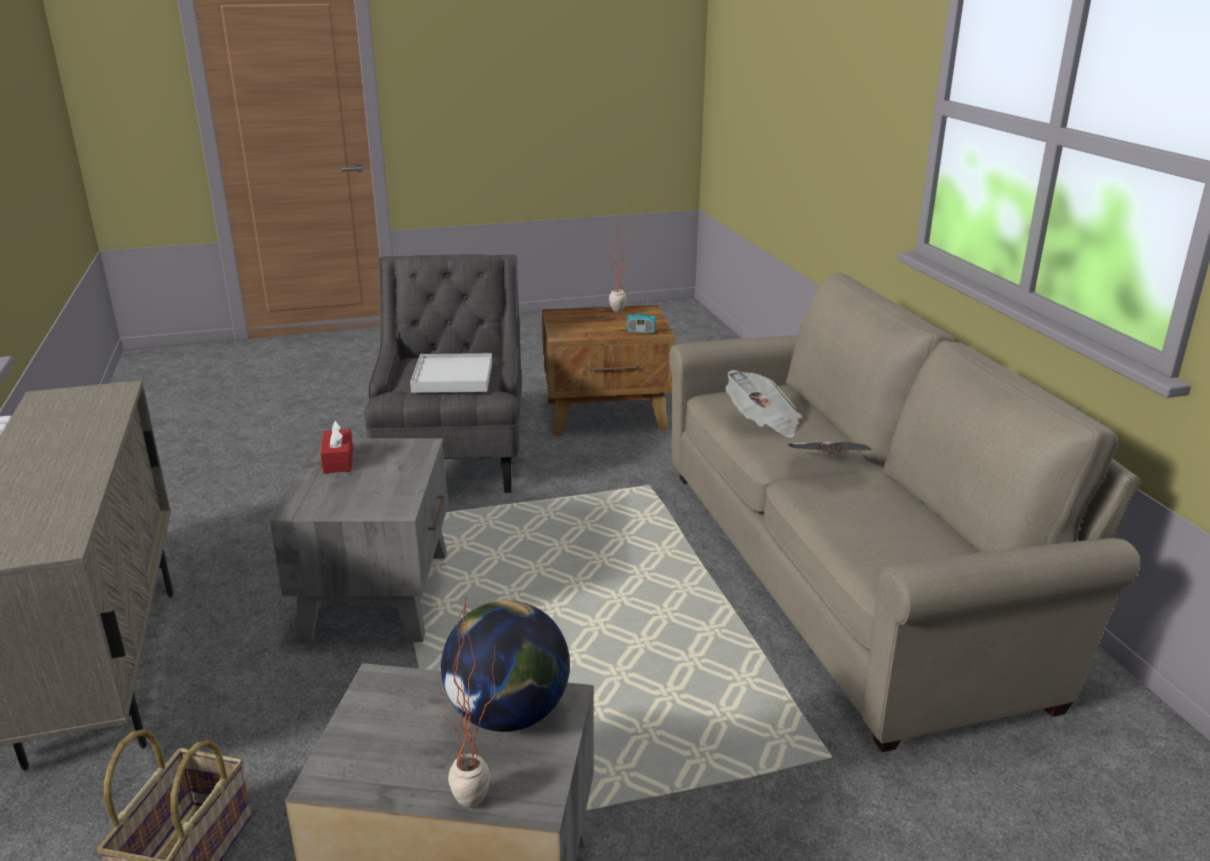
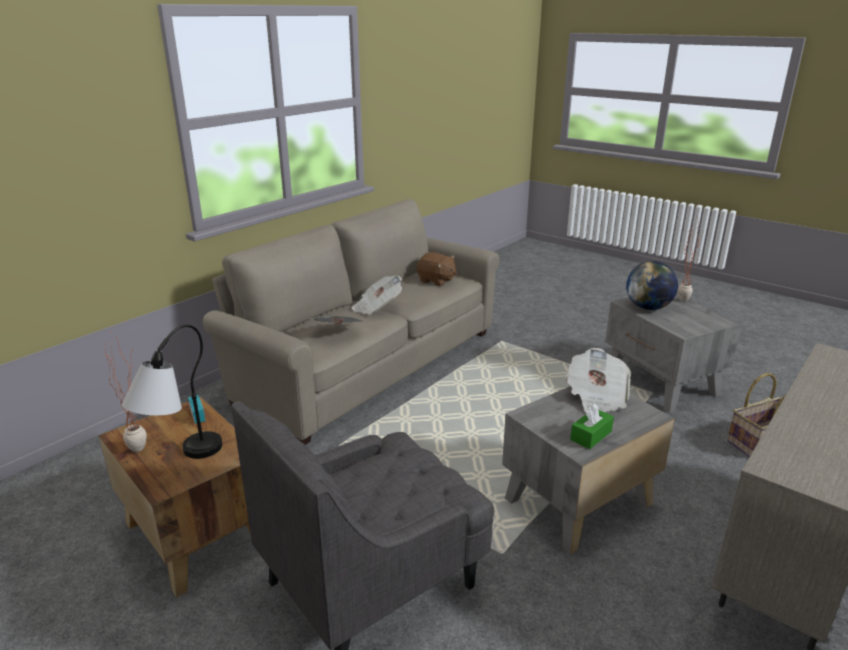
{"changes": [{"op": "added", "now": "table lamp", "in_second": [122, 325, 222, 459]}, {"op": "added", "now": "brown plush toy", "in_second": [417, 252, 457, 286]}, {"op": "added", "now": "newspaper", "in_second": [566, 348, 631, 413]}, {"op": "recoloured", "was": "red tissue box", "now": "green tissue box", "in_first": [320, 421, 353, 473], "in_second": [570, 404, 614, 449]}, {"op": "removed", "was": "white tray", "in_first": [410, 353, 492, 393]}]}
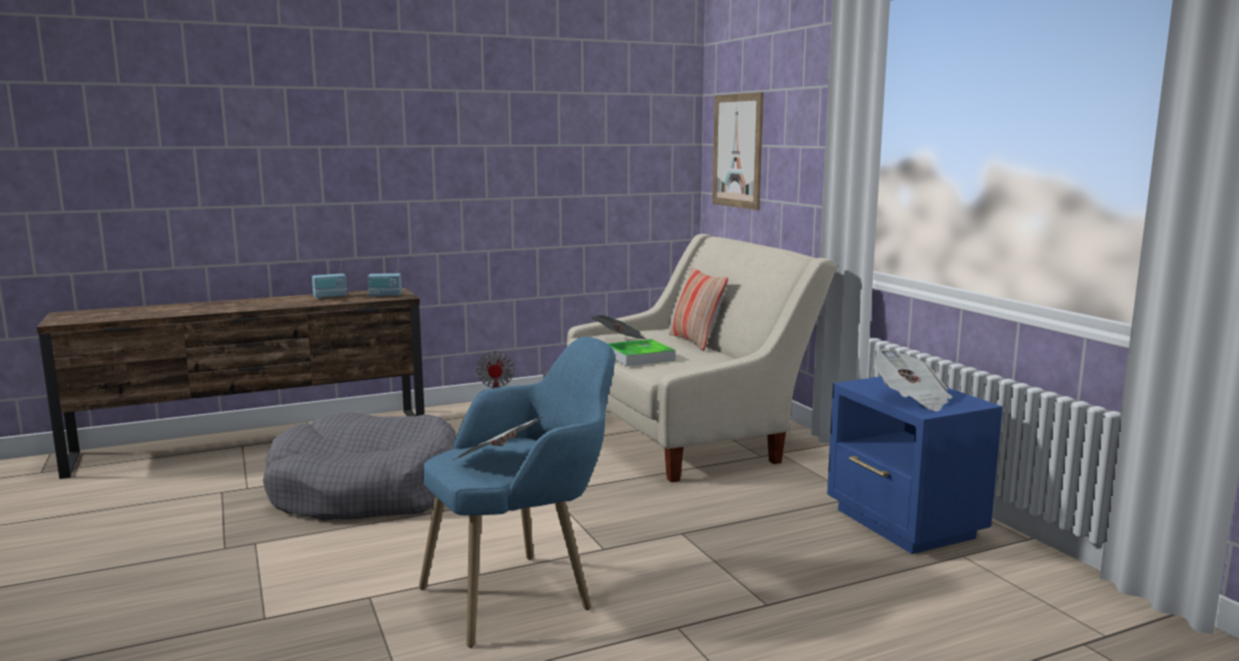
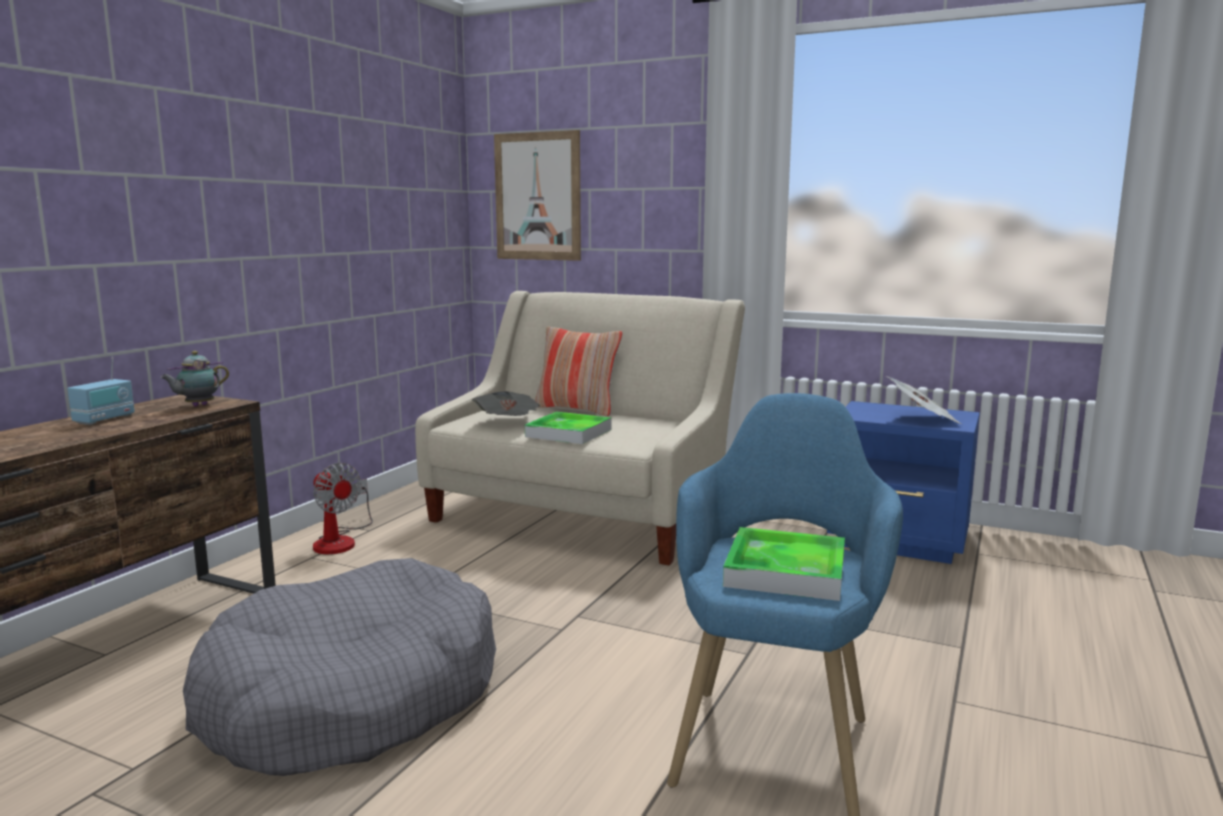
{"changes": [{"op": "replaced", "was": "radio", "now": "teapot", "in_first": [368, 260, 402, 297], "in_second": [160, 351, 229, 407]}, {"op": "replaced", "was": "newspaper", "now": "tray", "in_first": [453, 417, 543, 460], "in_second": [723, 527, 845, 601]}]}
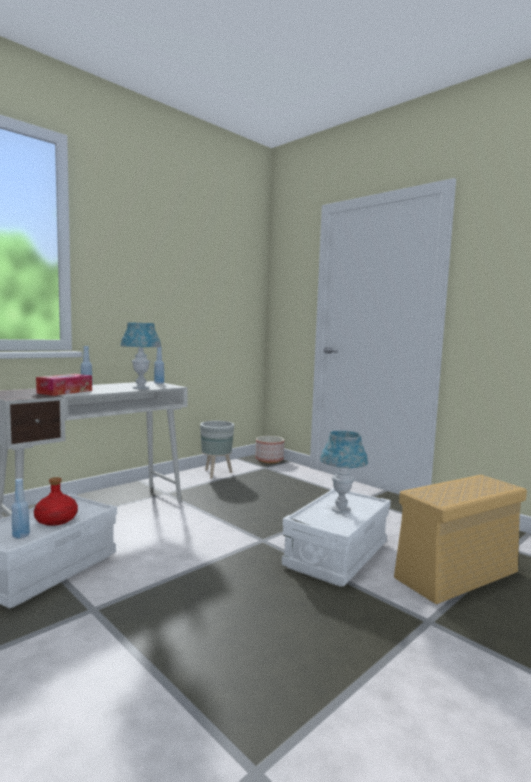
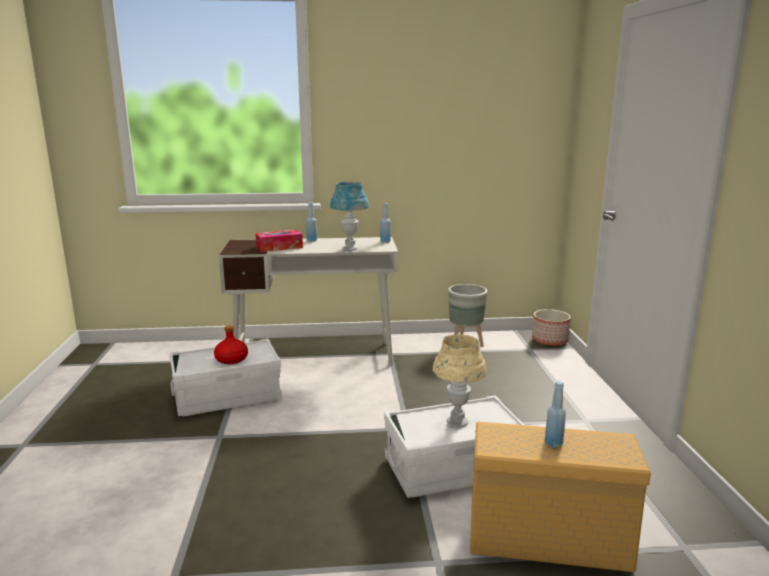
{"changes": [{"op": "recoloured", "was": "blue table lamp", "now": "beige table lamp", "in_first": [320, 431, 368, 514], "in_second": [433, 334, 487, 428]}, {"op": "moved", "was": "blue bottle", "in_first": [11, 479, 30, 539], "in_second": [545, 381, 566, 448]}]}
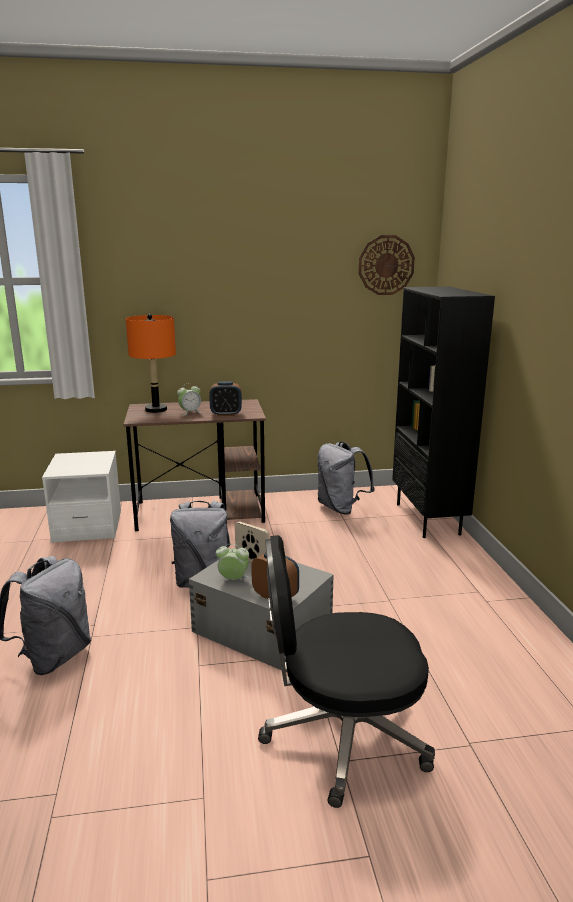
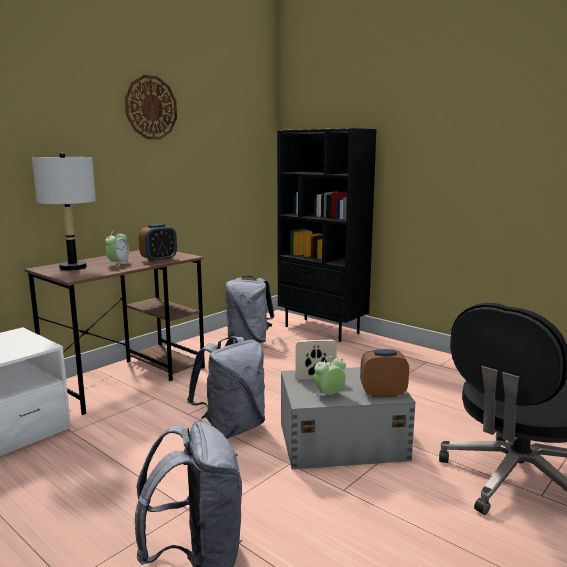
{"changes": [{"op": "recoloured", "was": "orange table lamp", "now": "grey table lamp", "in_first": [126, 314, 176, 413], "in_second": [32, 153, 96, 270]}, {"op": "moved", "was": "wall clock", "in_first": [359, 235, 415, 295], "in_second": [125, 75, 177, 139]}]}
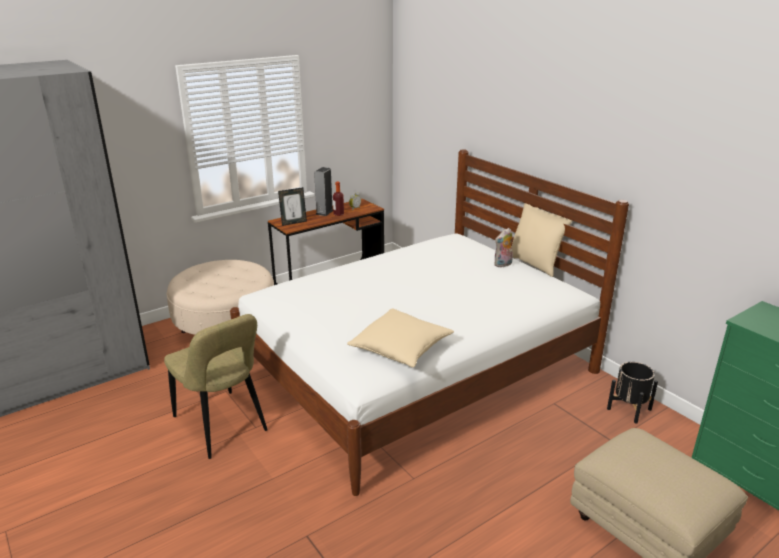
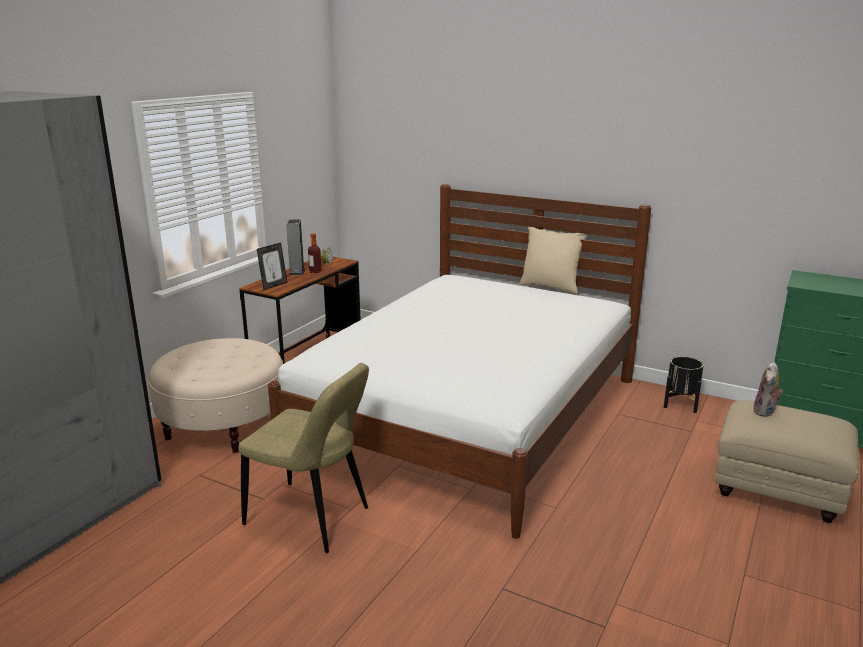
{"changes": [{"op": "moved", "was": "plush toy", "in_first": [494, 228, 513, 267], "in_second": [753, 362, 783, 417]}, {"op": "removed", "was": "beige pillow", "in_first": [347, 308, 454, 368]}]}
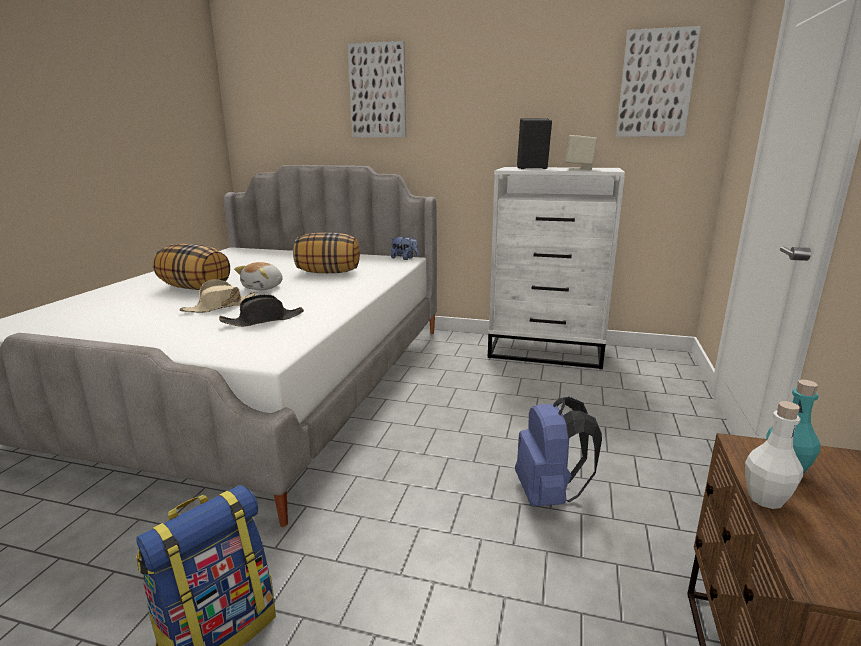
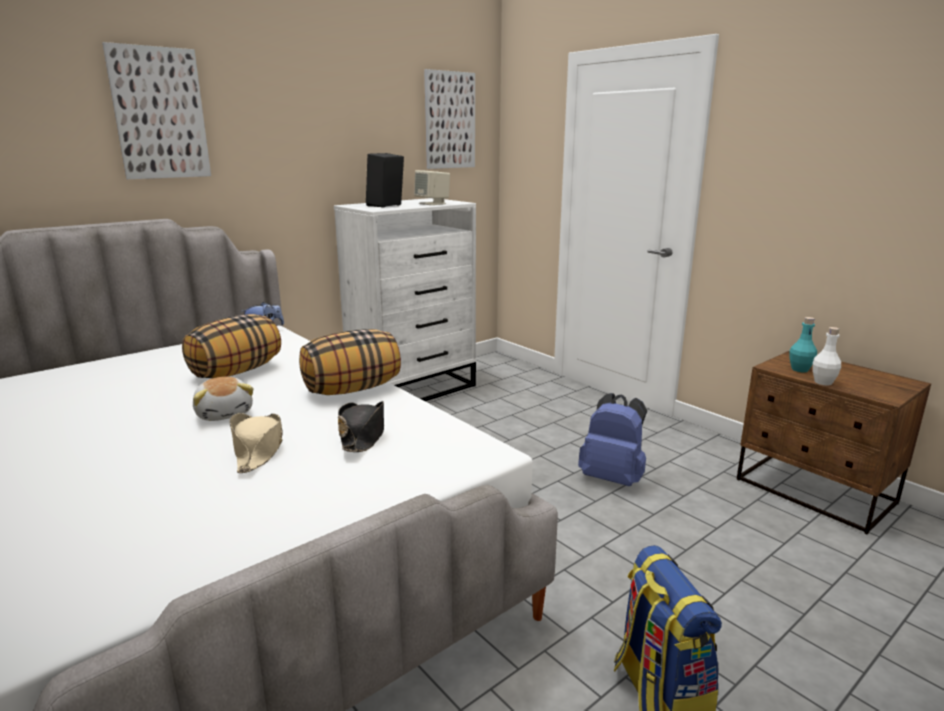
{"changes": [{"op": "moved", "was": "pillow", "in_first": [153, 243, 230, 290], "in_second": [299, 329, 401, 395]}]}
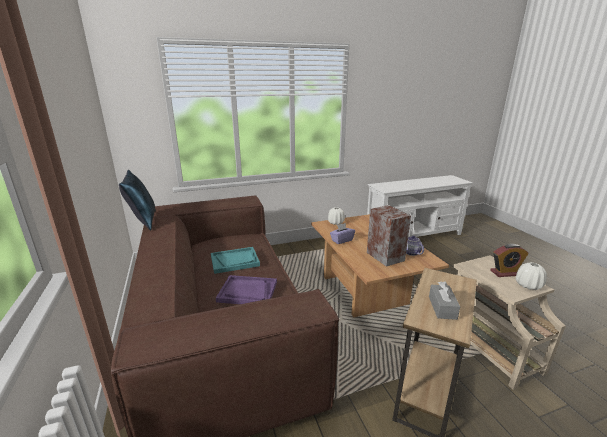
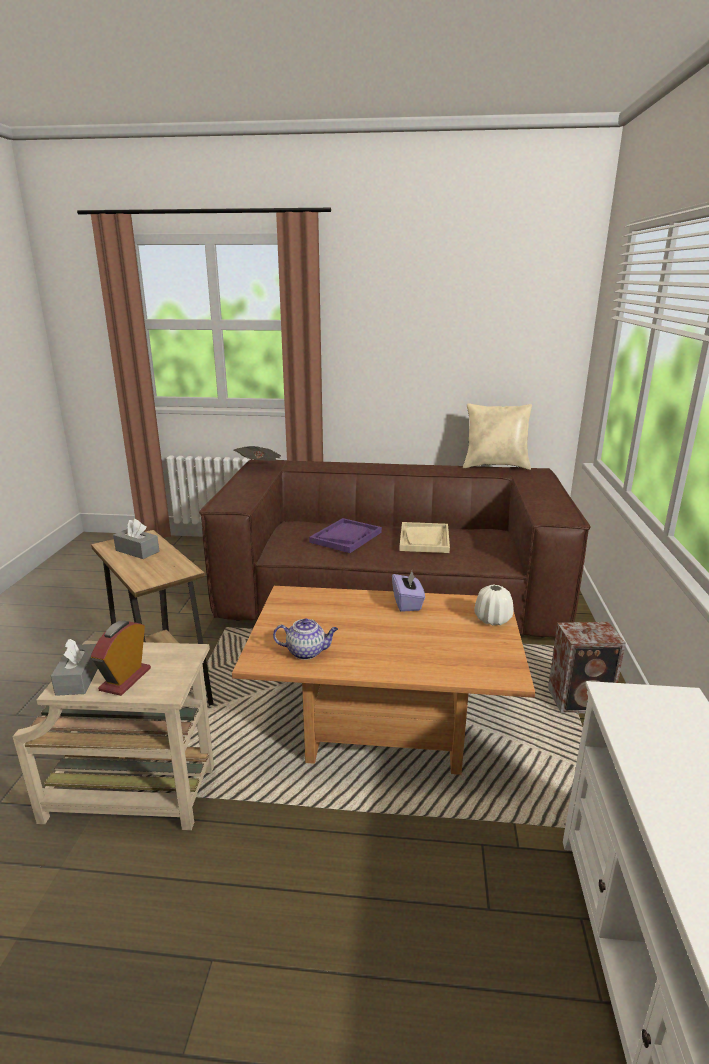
{"changes": [{"op": "replaced", "was": "white vase", "now": "grey tissue box", "in_first": [516, 262, 547, 290], "in_second": [51, 639, 98, 696]}, {"op": "added", "now": "newspaper", "in_second": [234, 446, 281, 461]}, {"op": "recoloured", "was": "turquoise tray", "now": "beige tray", "in_first": [211, 247, 260, 274], "in_second": [399, 522, 450, 553]}, {"op": "recoloured", "was": "blue pillow", "now": "beige pillow", "in_first": [119, 170, 156, 231], "in_second": [463, 403, 532, 470]}, {"op": "moved", "was": "speaker", "in_first": [367, 205, 411, 267], "in_second": [548, 622, 626, 714]}]}
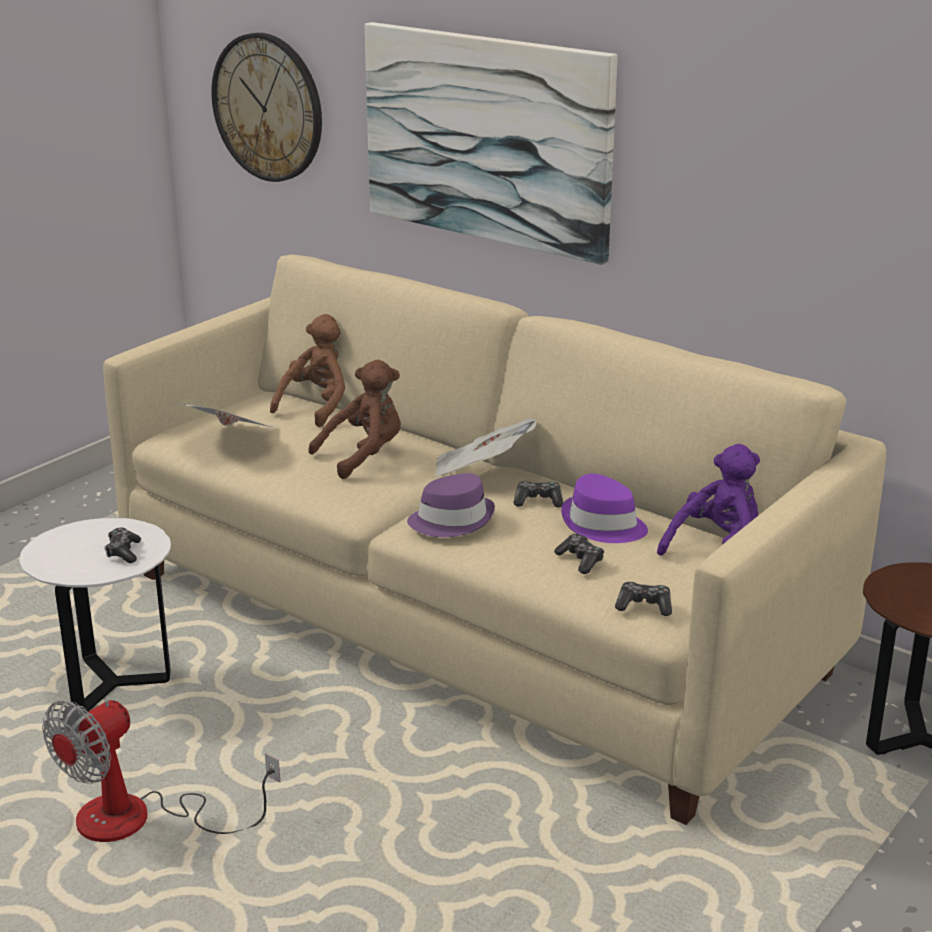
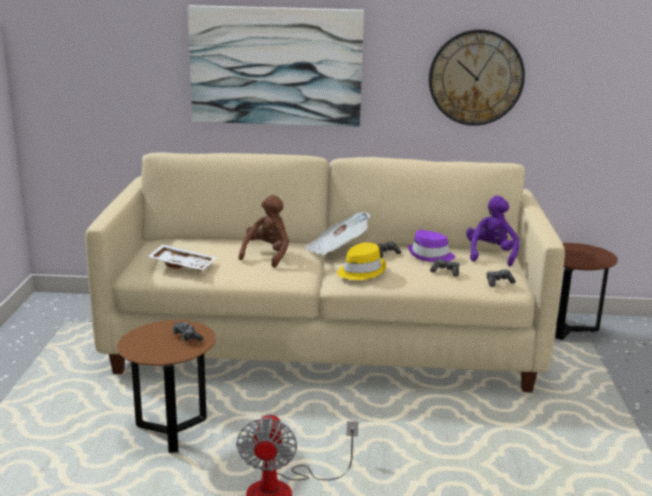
{"changes": [{"op": "recoloured", "was": "white side table", "now": "brown side table", "in_first": [20, 518, 171, 713], "in_second": [117, 320, 216, 453]}, {"op": "replaced", "was": "newspaper", "now": "white tray", "in_first": [173, 403, 277, 428], "in_second": [147, 244, 216, 271]}, {"op": "recoloured", "was": "purple hat", "now": "yellow hat", "in_first": [407, 473, 495, 537], "in_second": [337, 242, 386, 280]}, {"op": "moved", "was": "wall clock", "in_first": [211, 33, 322, 182], "in_second": [429, 29, 525, 126]}, {"op": "removed", "was": "brown plush toy", "in_first": [270, 314, 345, 427]}]}
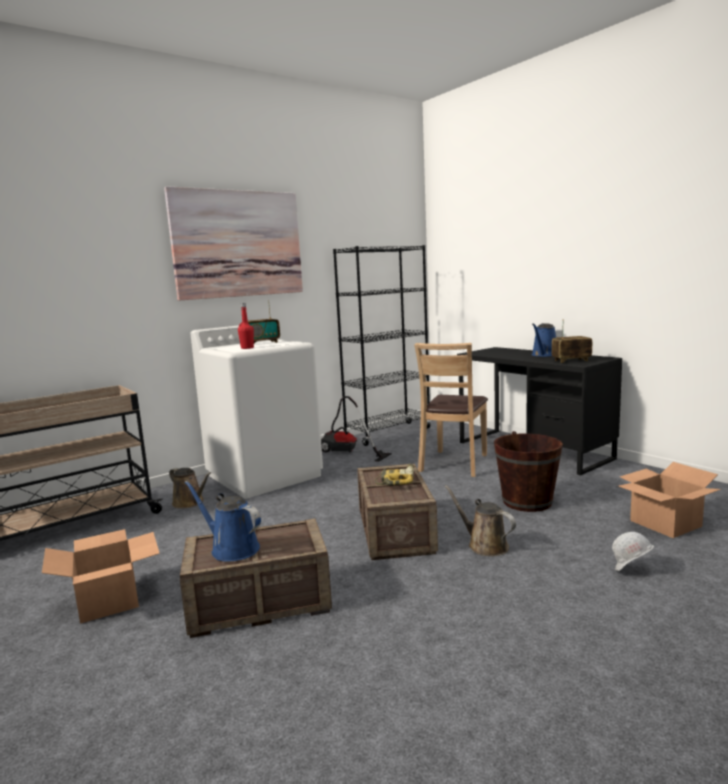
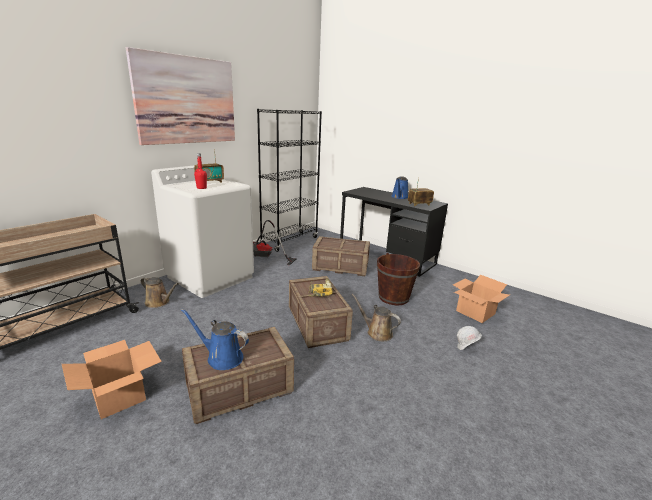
{"changes": [{"op": "replaced", "was": "brown chair", "now": "crate", "in_first": [414, 343, 488, 477], "in_second": [312, 236, 370, 276]}]}
